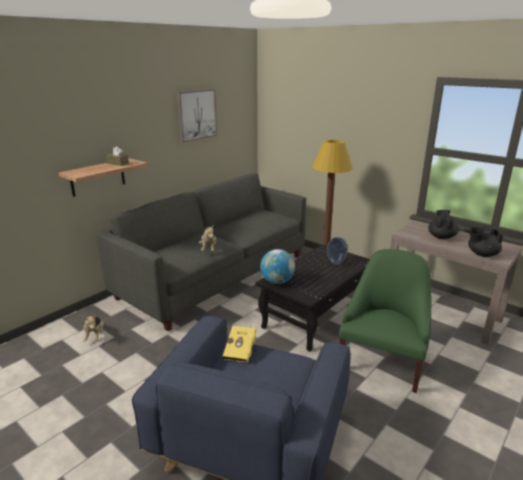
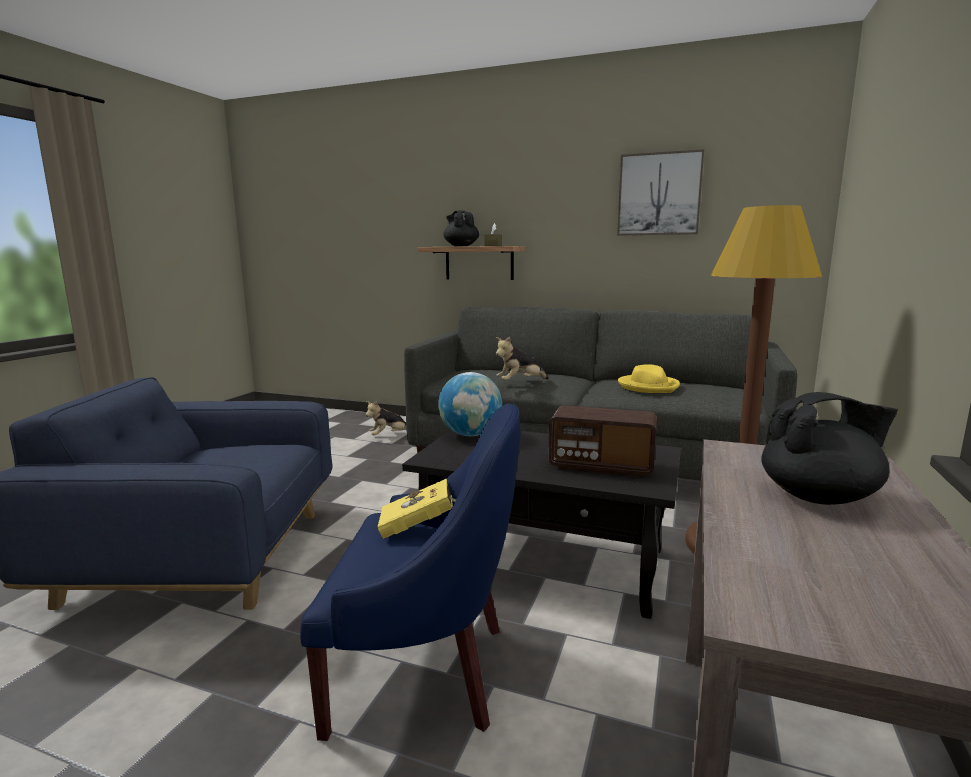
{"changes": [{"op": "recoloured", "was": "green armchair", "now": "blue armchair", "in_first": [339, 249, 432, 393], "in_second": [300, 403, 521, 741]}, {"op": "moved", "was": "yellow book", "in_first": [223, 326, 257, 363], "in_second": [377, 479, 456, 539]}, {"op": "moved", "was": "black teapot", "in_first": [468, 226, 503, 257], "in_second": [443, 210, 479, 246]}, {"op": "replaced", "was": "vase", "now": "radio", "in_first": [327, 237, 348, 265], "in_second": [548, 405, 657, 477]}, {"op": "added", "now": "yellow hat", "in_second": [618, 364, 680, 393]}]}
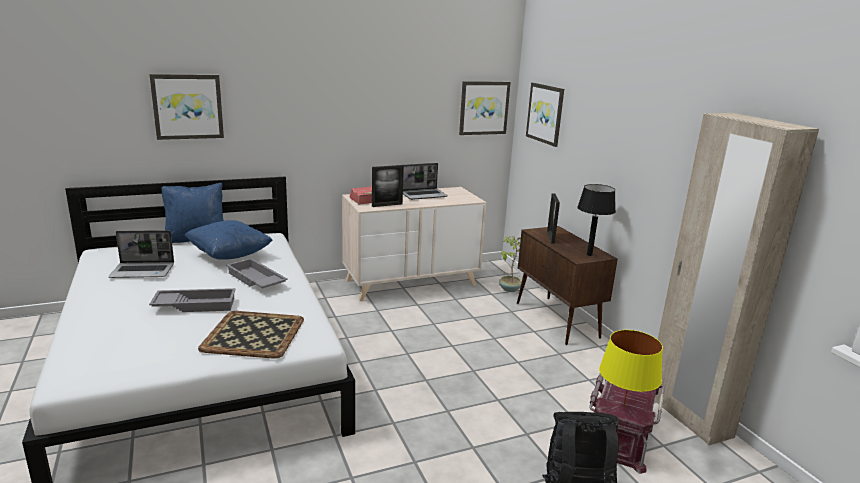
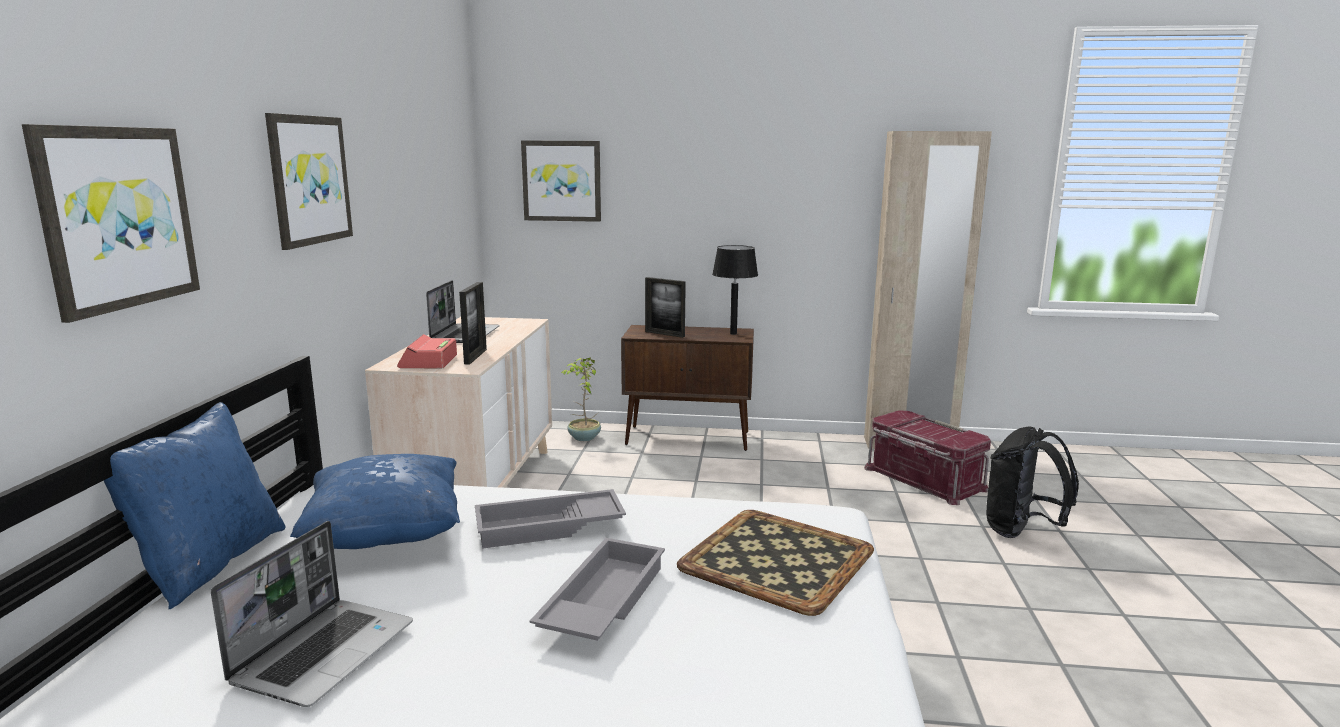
{"changes": [{"op": "moved", "was": "picture", "in_first": [459, 81, 511, 135], "in_second": [265, 113, 353, 250]}, {"op": "removed", "was": "yellow table lamp", "in_first": [599, 330, 663, 408]}]}
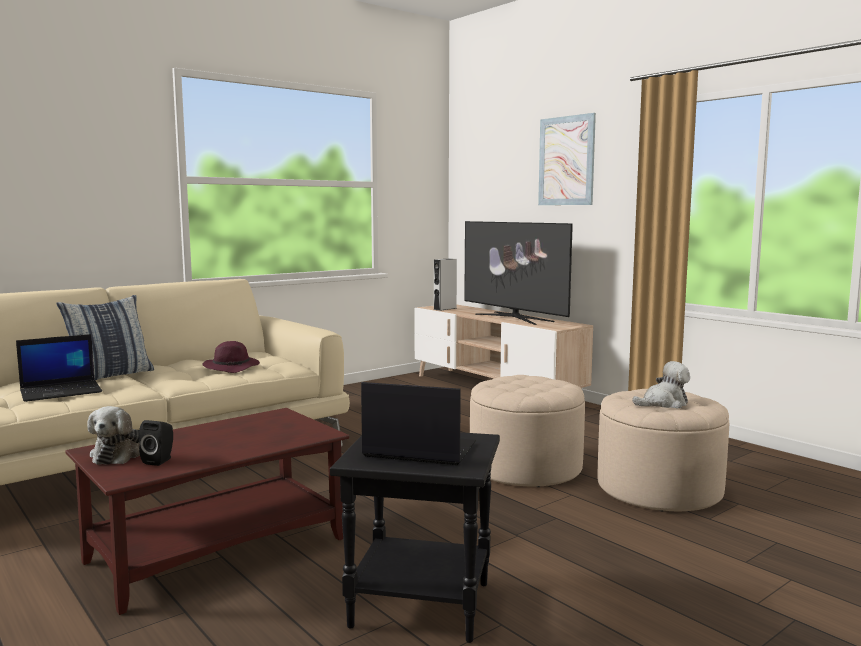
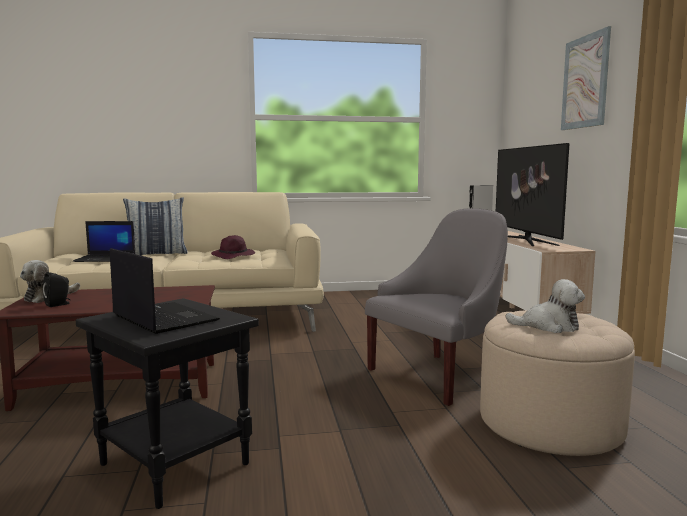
{"changes": [{"op": "replaced", "was": "beige ottoman", "now": "grey armchair", "in_first": [470, 375, 585, 487], "in_second": [365, 208, 508, 406]}]}
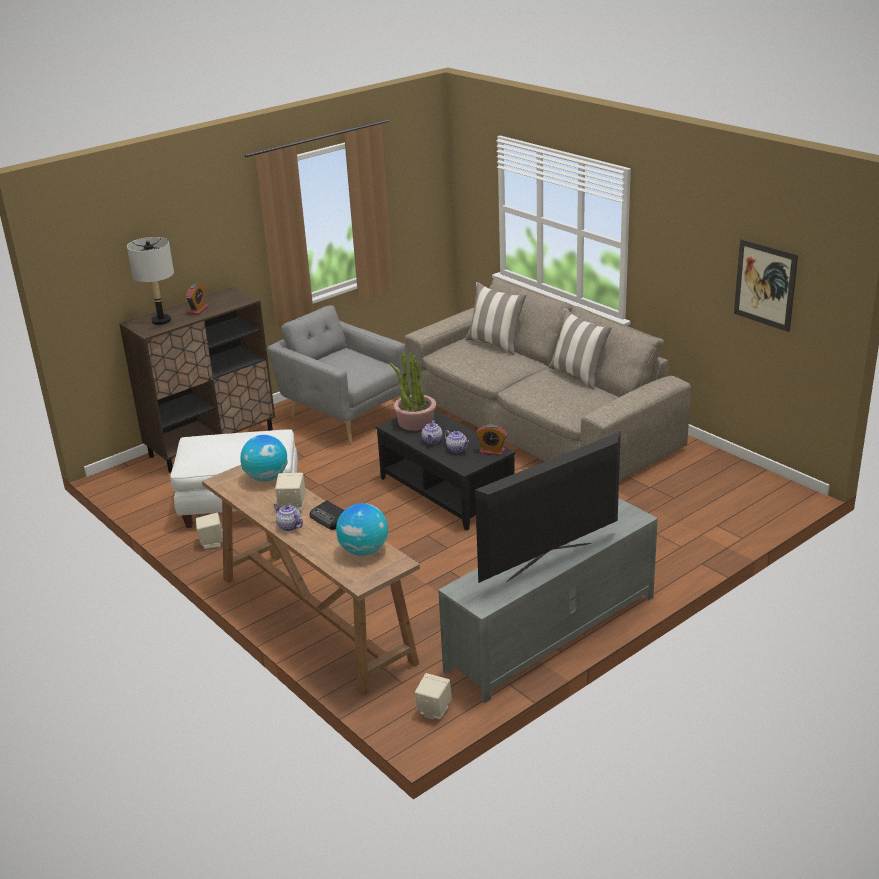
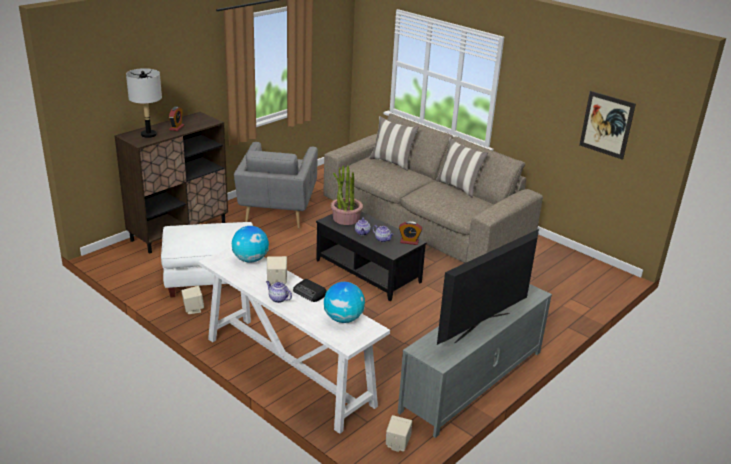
{"changes": [{"op": "recoloured", "was": "brown console table", "now": "white console table", "in_first": [202, 465, 420, 697], "in_second": [198, 247, 390, 434]}, {"op": "turned", "was": "grey armchair", "in_first": [267, 305, 406, 445], "in_second": [234, 142, 318, 228], "clockwise": -120}]}
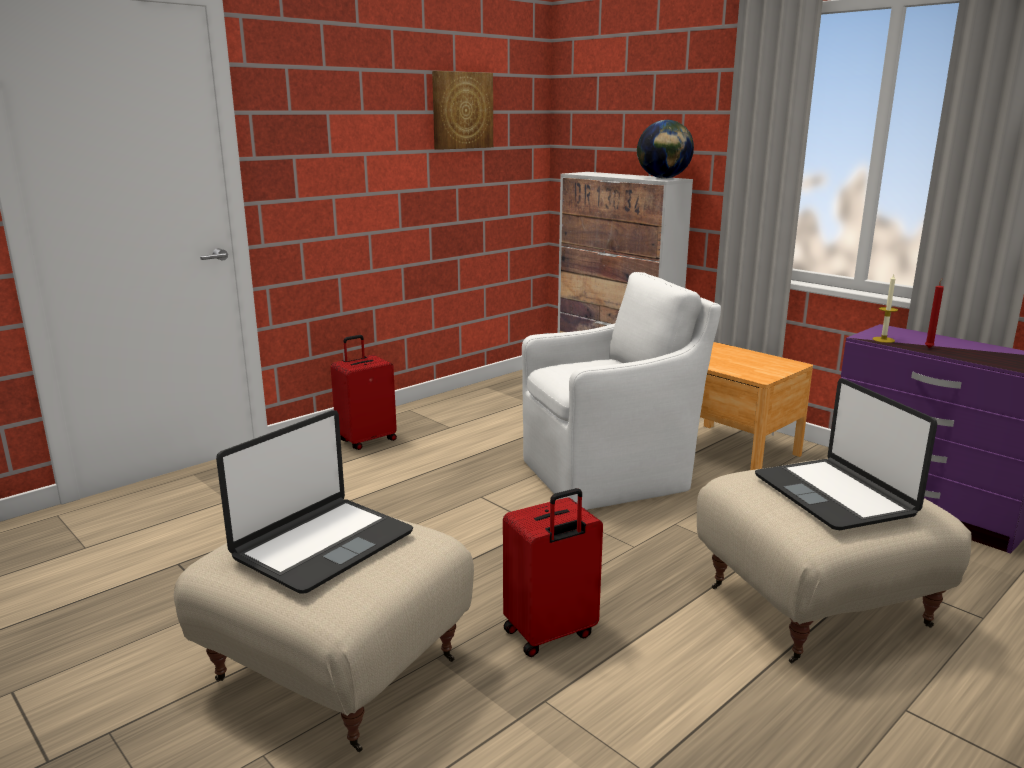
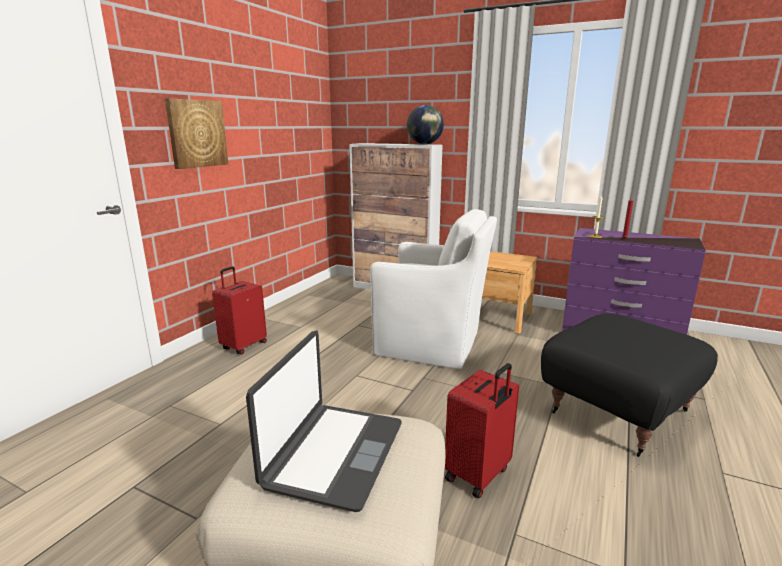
{"changes": [{"op": "moved", "was": "picture", "in_first": [432, 71, 493, 150], "in_second": [165, 98, 228, 169]}, {"op": "turned", "was": "white armchair", "in_first": [522, 272, 721, 510], "in_second": [370, 209, 497, 369], "clockwise": 60}, {"op": "recoloured", "was": "beige ottoman", "now": "black ottoman", "in_first": [697, 459, 971, 664], "in_second": [541, 313, 718, 457]}, {"op": "removed", "was": "laptop", "in_first": [755, 378, 937, 530]}]}
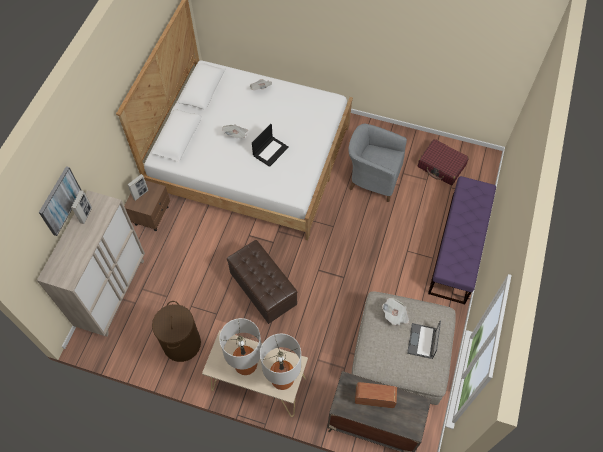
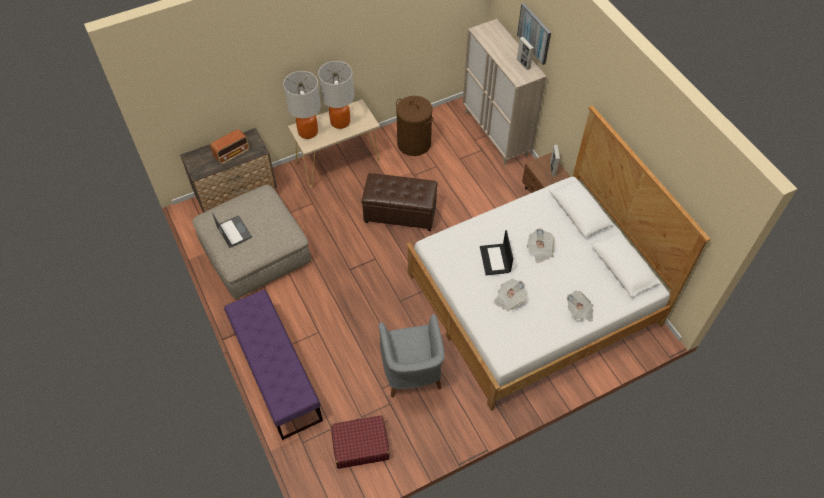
{"changes": [{"op": "turned", "was": "grey armchair", "in_first": [348, 123, 407, 202], "in_second": [378, 314, 445, 397], "clockwise": 105}, {"op": "moved", "was": "newspaper", "in_first": [382, 298, 409, 326], "in_second": [494, 279, 527, 312]}]}
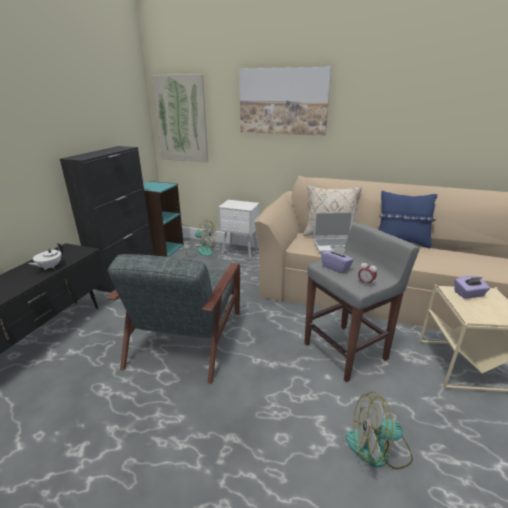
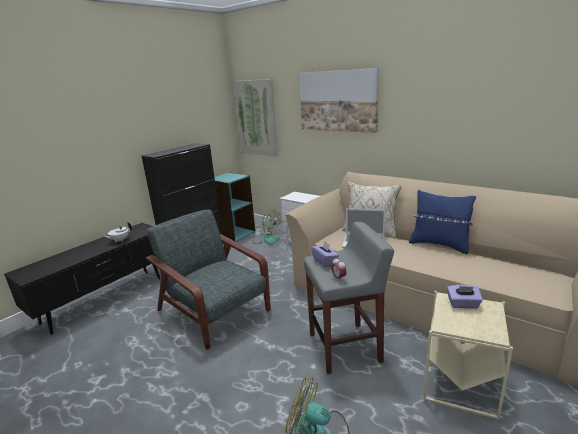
{"changes": [{"op": "turned", "was": "grey armchair", "in_first": [106, 254, 240, 384], "in_second": [146, 210, 271, 350], "clockwise": 105}]}
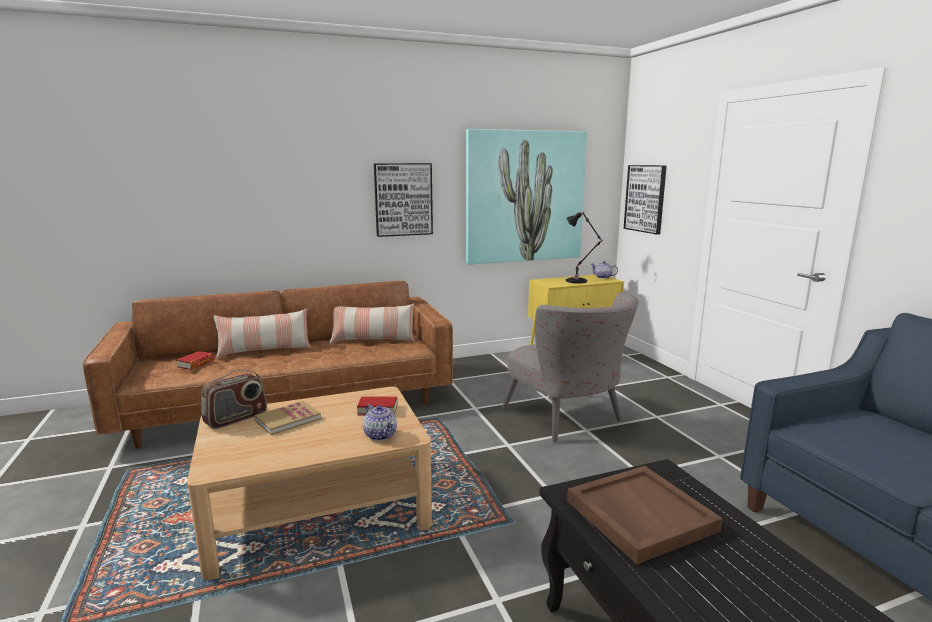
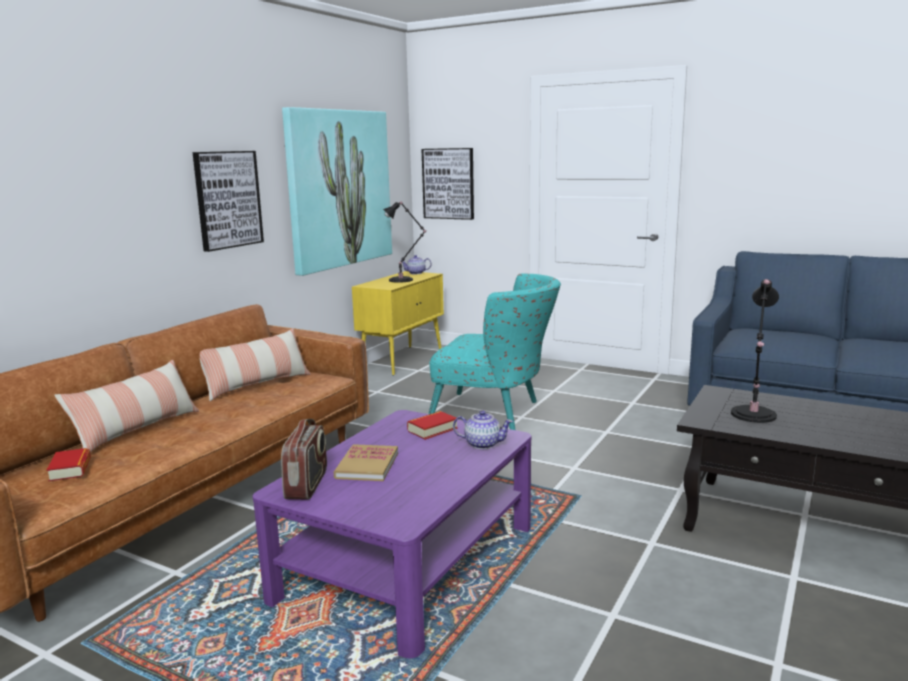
{"changes": [{"op": "recoloured", "was": "beige coffee table", "now": "purple coffee table", "in_first": [187, 387, 432, 580], "in_second": [253, 410, 531, 658]}, {"op": "recoloured", "was": "grey armchair", "now": "turquoise armchair", "in_first": [502, 292, 639, 442], "in_second": [428, 273, 561, 430]}, {"op": "replaced", "was": "brown tray", "now": "black table lamp", "in_first": [567, 466, 723, 564], "in_second": [731, 279, 779, 423]}]}
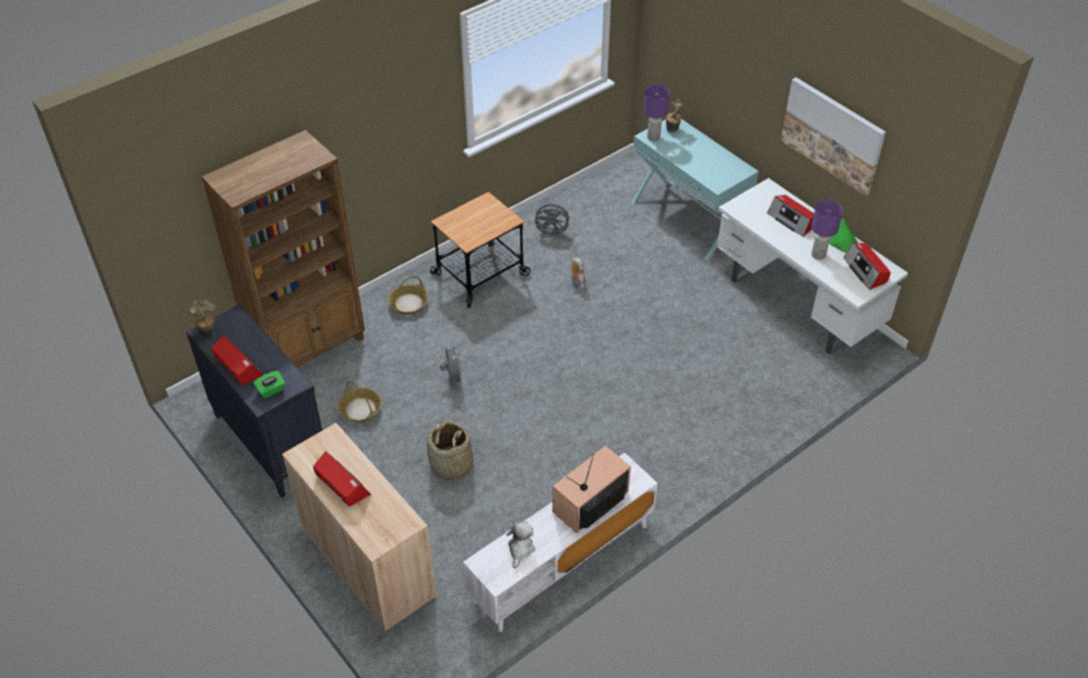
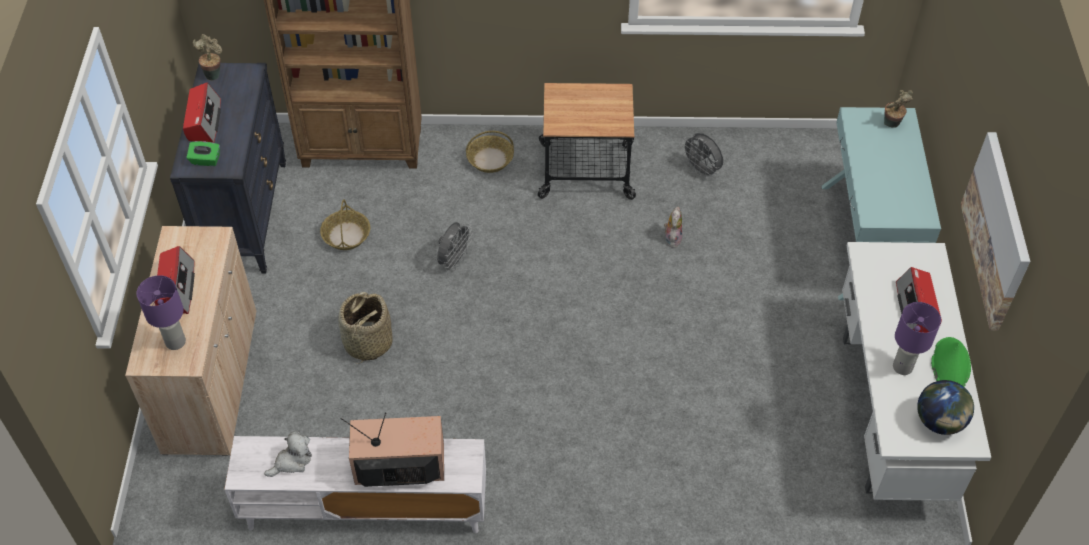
{"changes": [{"op": "moved", "was": "purple table lamp", "in_first": [644, 85, 670, 141], "in_second": [137, 275, 186, 350]}, {"op": "replaced", "was": "radio", "now": "globe", "in_first": [843, 242, 891, 290], "in_second": [917, 380, 974, 435]}]}
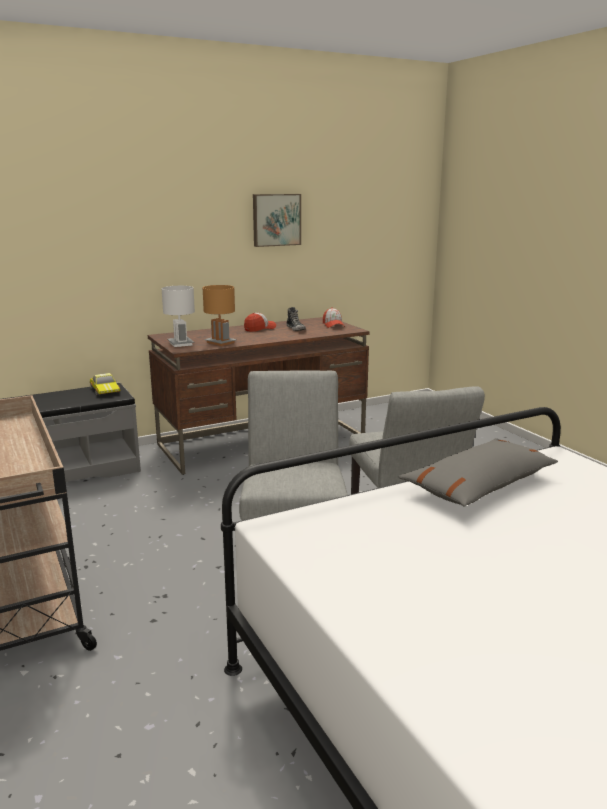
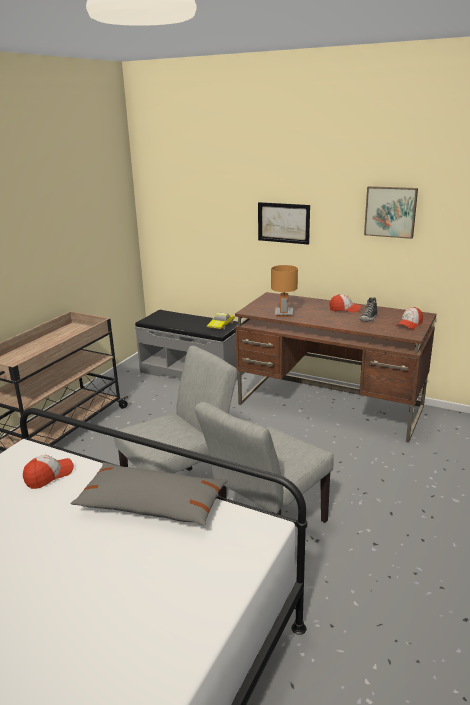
{"changes": [{"op": "added", "now": "cap", "in_second": [23, 455, 74, 489]}, {"op": "added", "now": "picture", "in_second": [258, 202, 310, 245]}, {"op": "removed", "was": "white table lamp", "in_first": [162, 286, 195, 347]}]}
